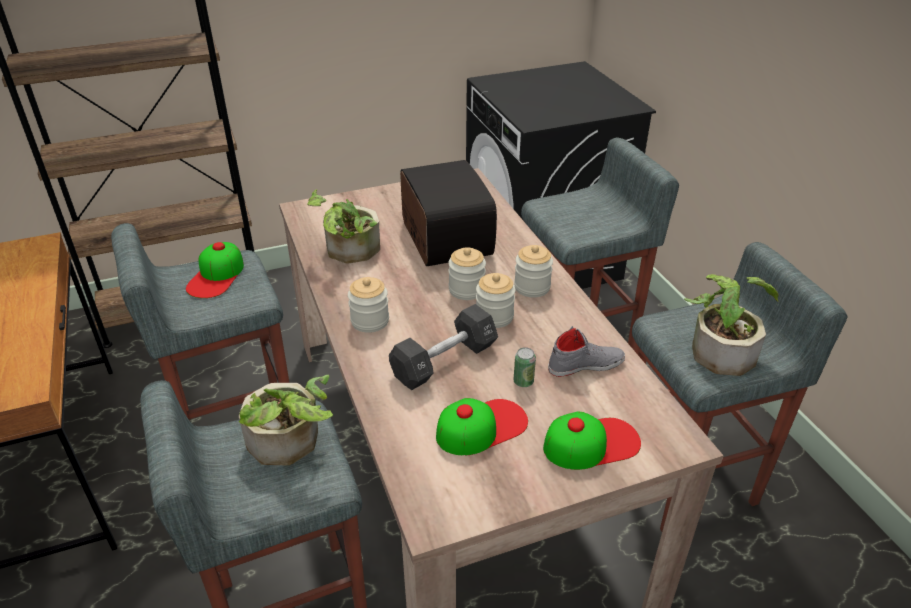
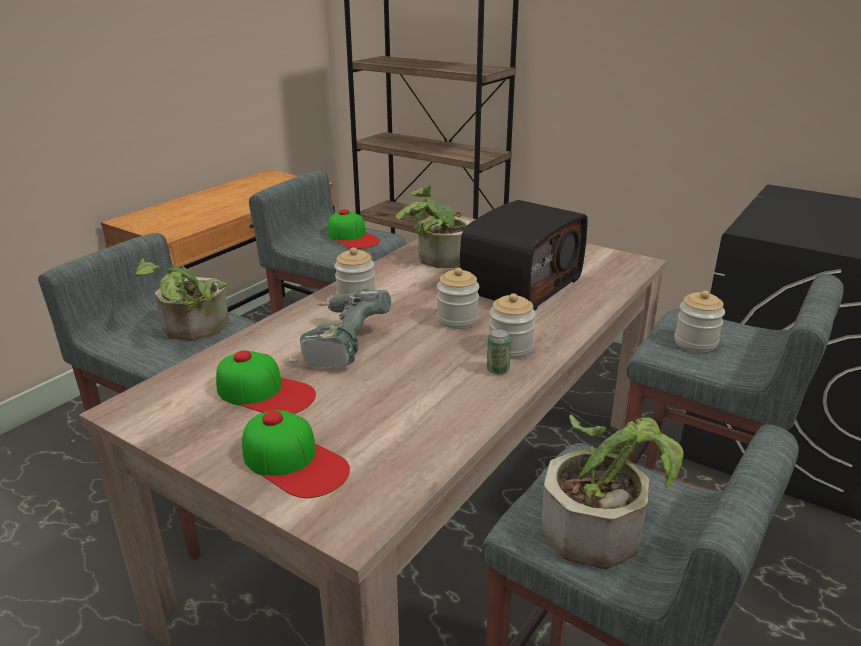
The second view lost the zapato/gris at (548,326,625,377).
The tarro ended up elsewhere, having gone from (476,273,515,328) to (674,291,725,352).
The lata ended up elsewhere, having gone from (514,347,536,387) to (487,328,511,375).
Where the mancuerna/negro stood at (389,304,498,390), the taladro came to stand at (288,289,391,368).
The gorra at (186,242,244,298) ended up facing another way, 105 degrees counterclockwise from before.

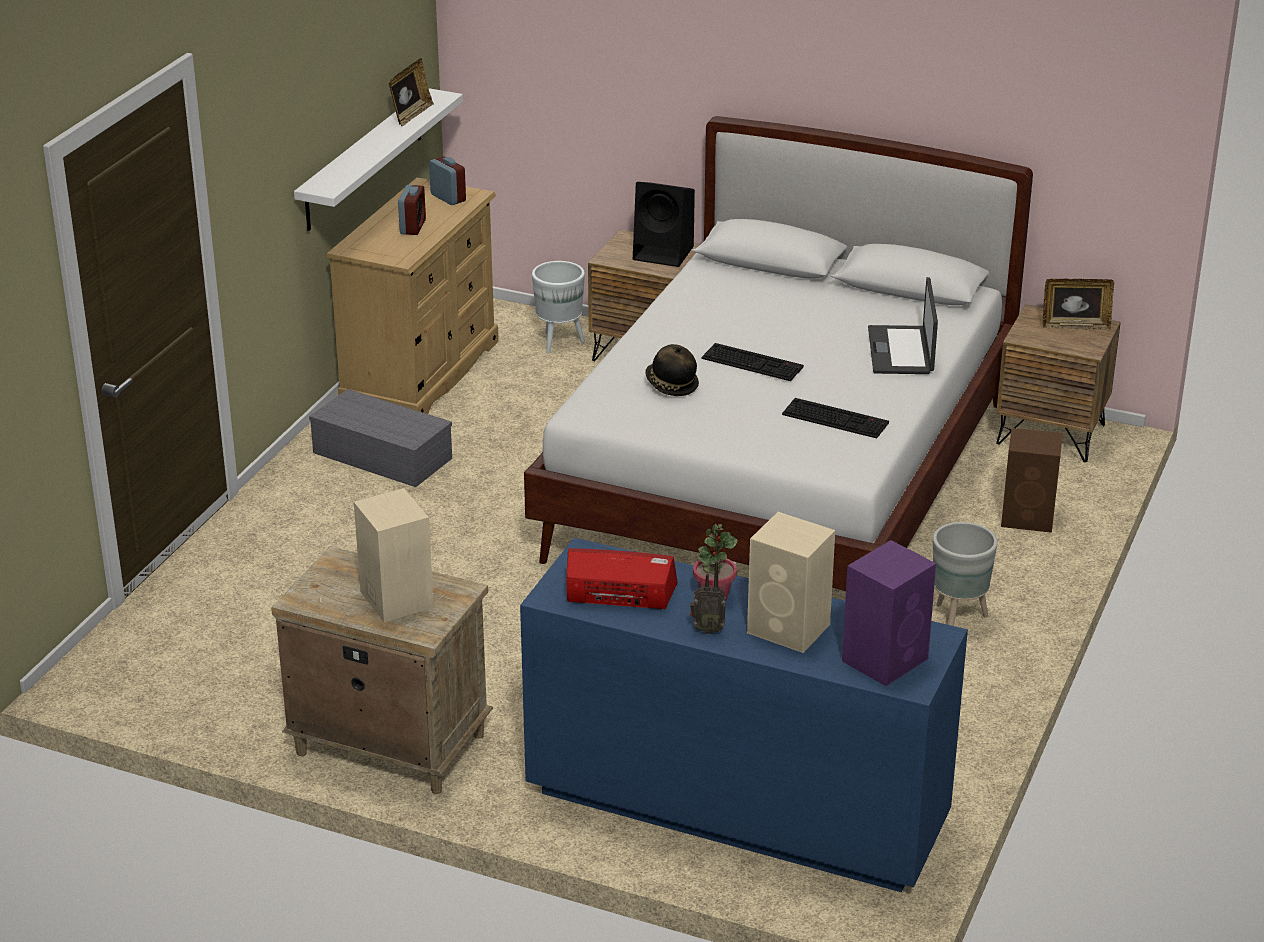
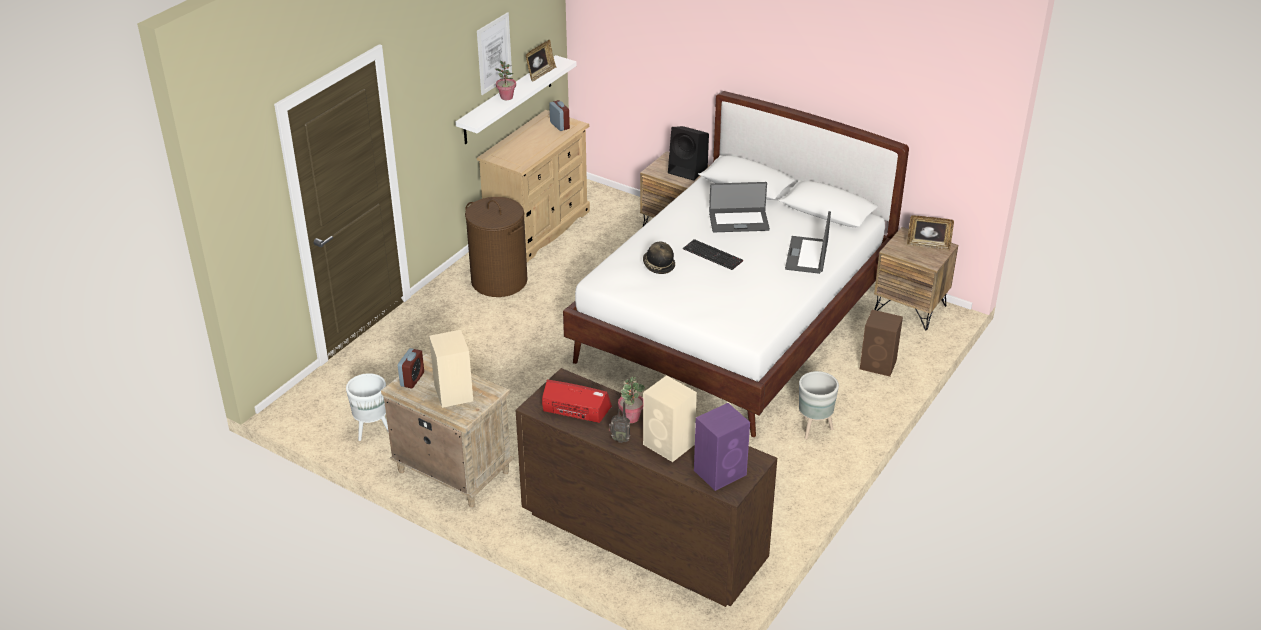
The second view lost the teclado at (782,398,889,439).
The second view gained the cuadro at (477,12,512,95).
The second view gained the planta en maceta at (495,61,516,100).
The second view gained the portátil at (709,182,770,232).
The despertador ended up elsewhere, having gone from (398,185,426,235) to (398,348,424,389).
The maceta/blanco ended up elsewhere, having gone from (532,261,585,354) to (346,373,389,441).
Where the caja de almacenaje/gris stood at (309,389,452,487), the cesto de la ropa/marrón came to stand at (465,197,527,297).
What was the cómoda/azul at (520,538,968,892) turned into the cómoda/marrón at (516,368,777,607).

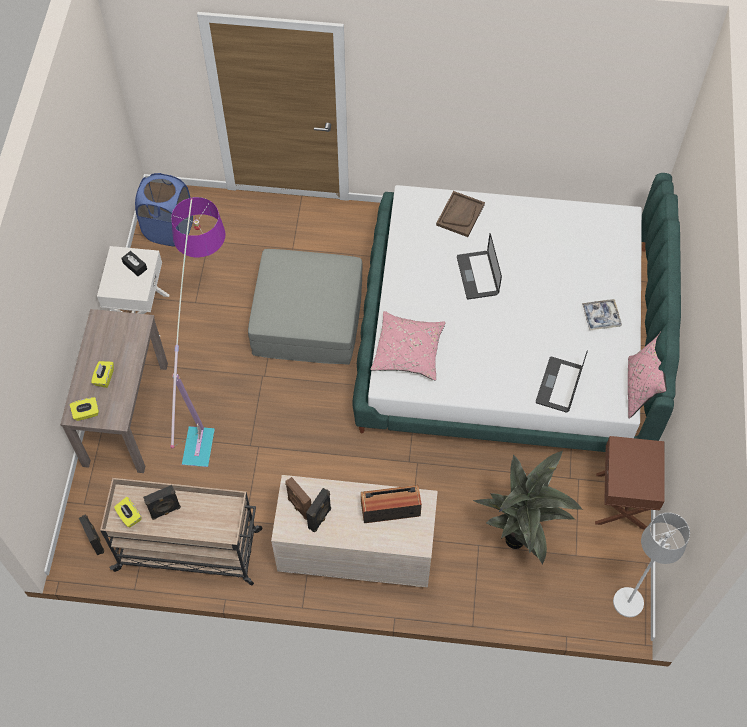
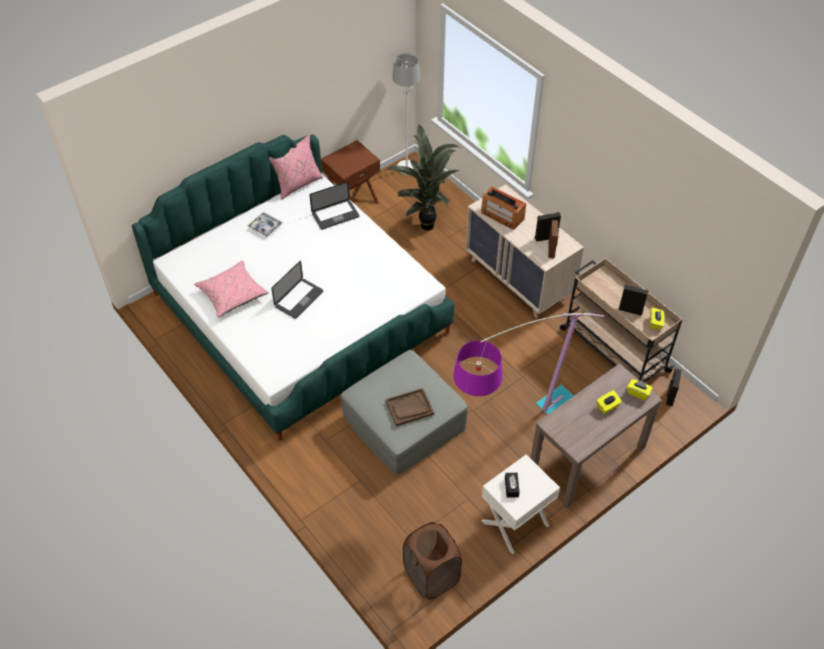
The cojín/rosa ended up elsewhere, having gone from (370,311,446,381) to (194,261,269,317).
The bandeja/marrón ended up elsewhere, having gone from (436,191,485,237) to (385,388,434,426).
What was the cesto de la ropa/azul at (135,173,193,247) turned into the cesto de la ropa/marrón at (403,522,462,599).

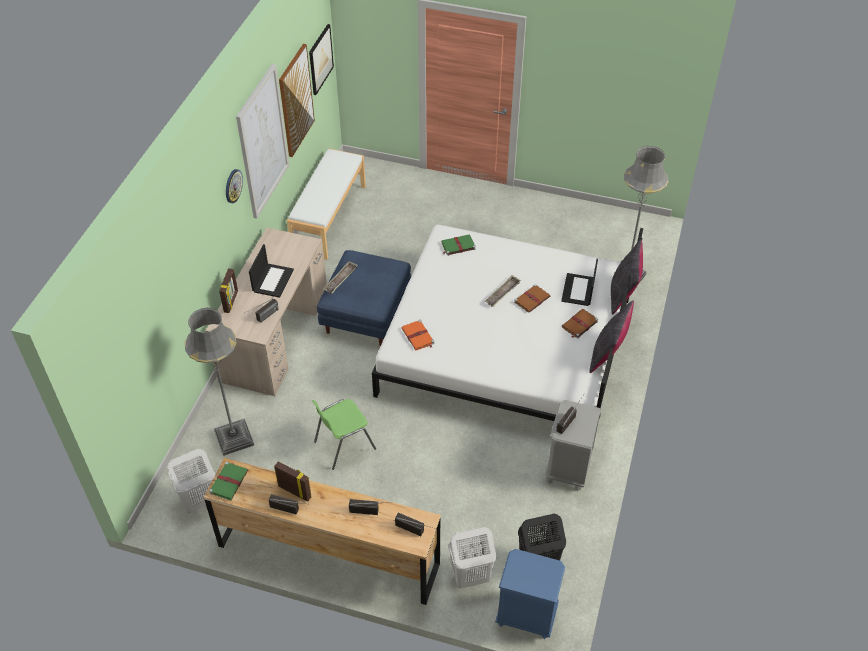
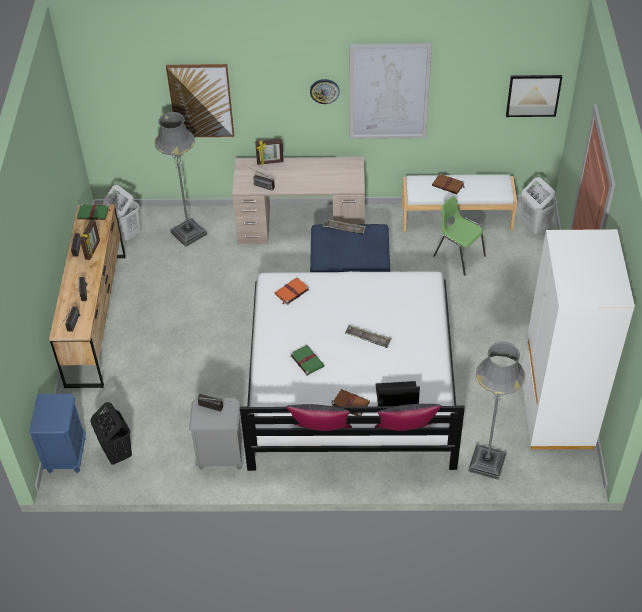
The second view lost the portátil at (249,244,294,298).
The second view gained the armario ropero/blanco at (522,229,635,449).
The cuadro ended up elsewhere, having gone from (279,44,315,157) to (166,64,234,137).
The silla/verde ended up elsewhere, having gone from (312,399,376,470) to (433,196,486,276).
The libro/verde ended up elsewhere, having gone from (441,234,476,256) to (290,345,325,376).
The cesto de la ropa/blanco ended up elsewhere, having gone from (448,527,496,589) to (521,177,557,234).
The libro/marrón ended up elsewhere, having gone from (514,284,550,313) to (432,173,464,194).

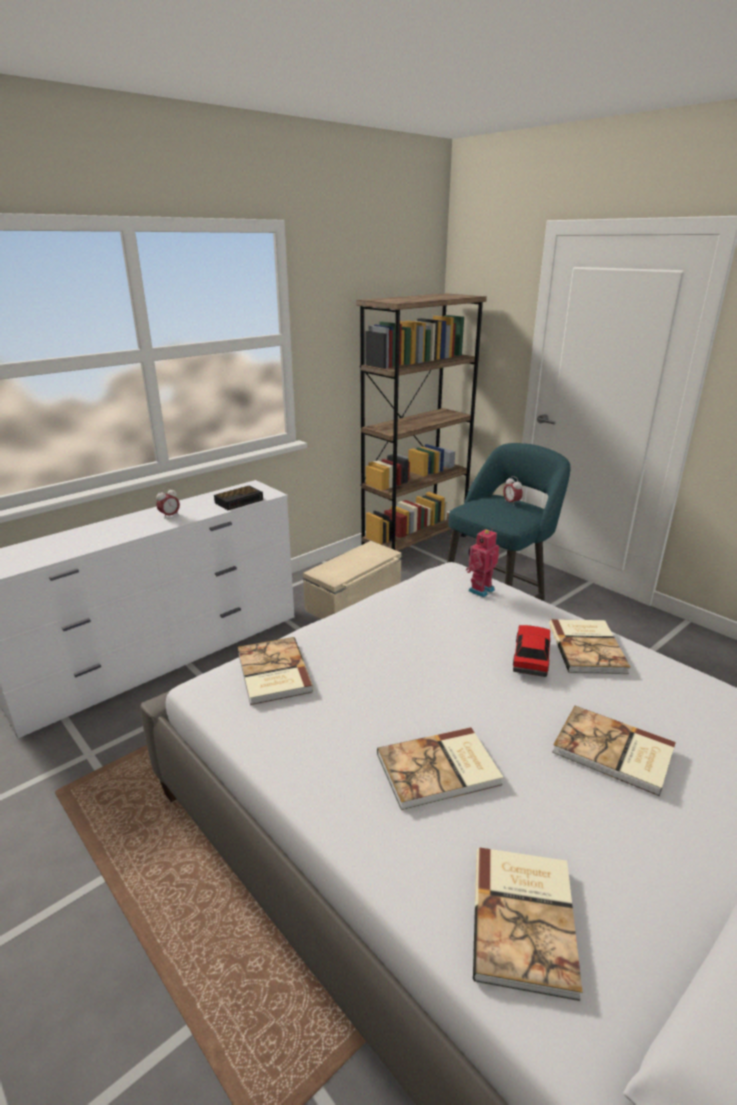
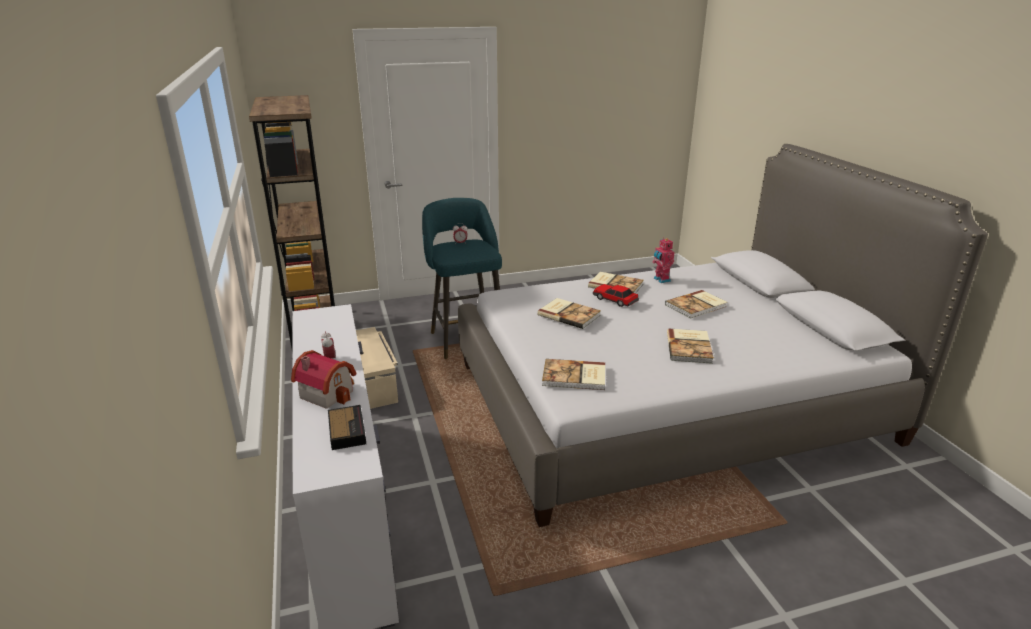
The second view gained the casita at (291,350,356,409).
The despertador ended up elsewhere, having gone from (214,486,263,510) to (328,405,366,450).
The robot de juguete ended up elsewhere, having gone from (466,528,499,598) to (652,237,674,283).
The libro ended up elsewhere, having gone from (473,848,583,1001) to (537,298,601,329).

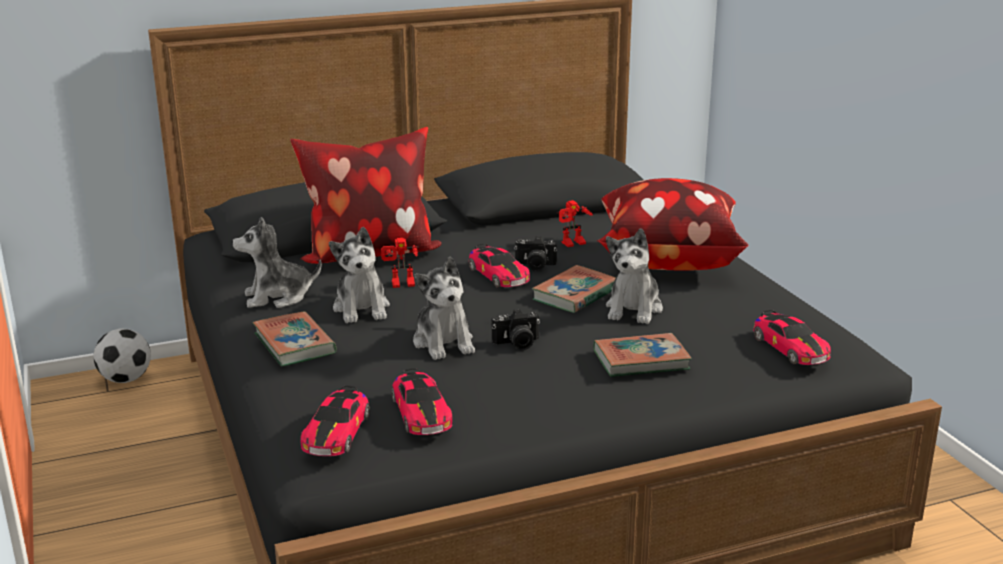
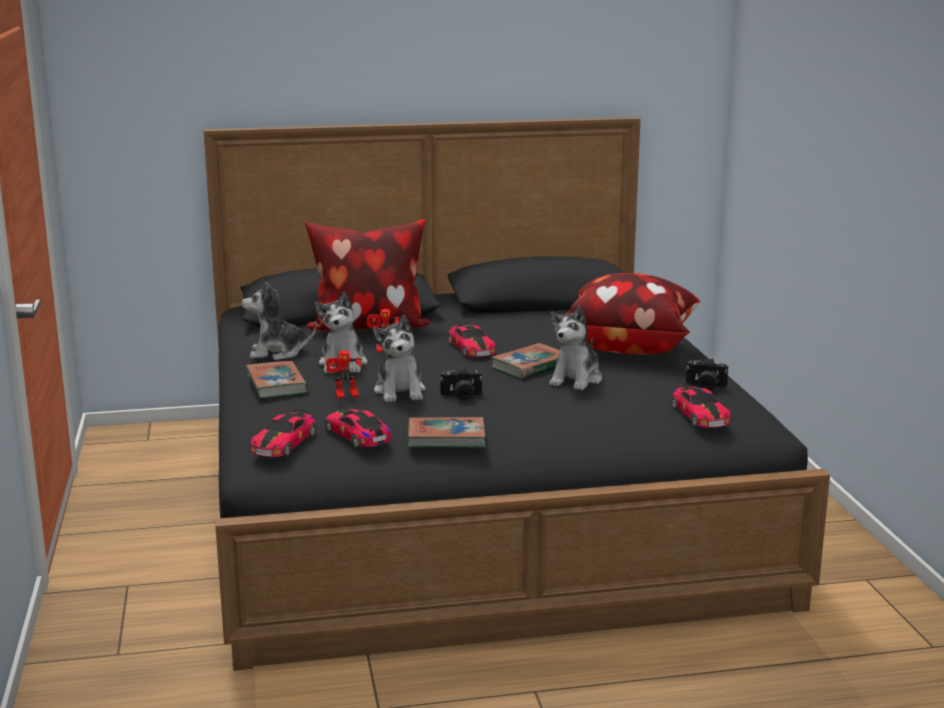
The second view lost the balón de fútbol at (94,329,151,383).
The cámara ended up elsewhere, having gone from (514,236,557,271) to (686,358,728,391).
The robot de juguete ended up elsewhere, having gone from (557,200,593,247) to (326,350,362,399).
The libro ended up elsewhere, having gone from (593,333,692,377) to (408,417,485,448).
The coche de juguete at (392,368,452,435) ended up facing another way, 150 degrees clockwise from before.

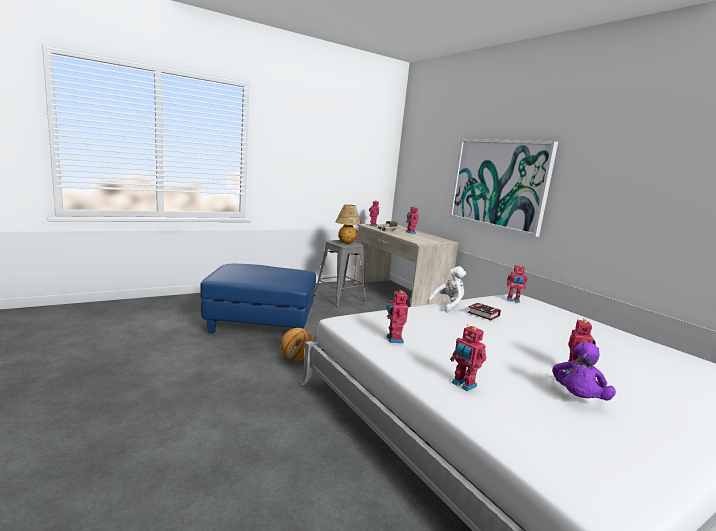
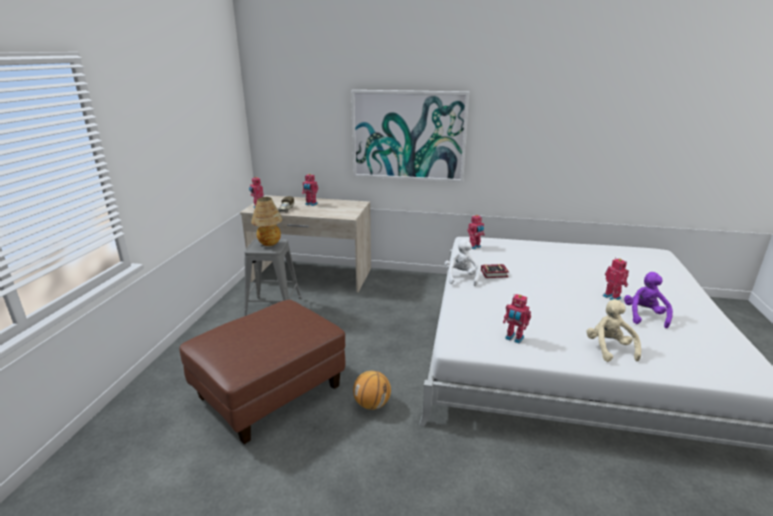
Where the robot de juguete stood at (450,324,486,391), the peluche/beis came to stand at (586,299,641,362).
What was the puf/azul at (200,264,316,334) turned into the puf/marrón at (179,300,345,444).
The peluche/morado at (553,342,616,400) ended up facing another way, 150 degrees counterclockwise from before.

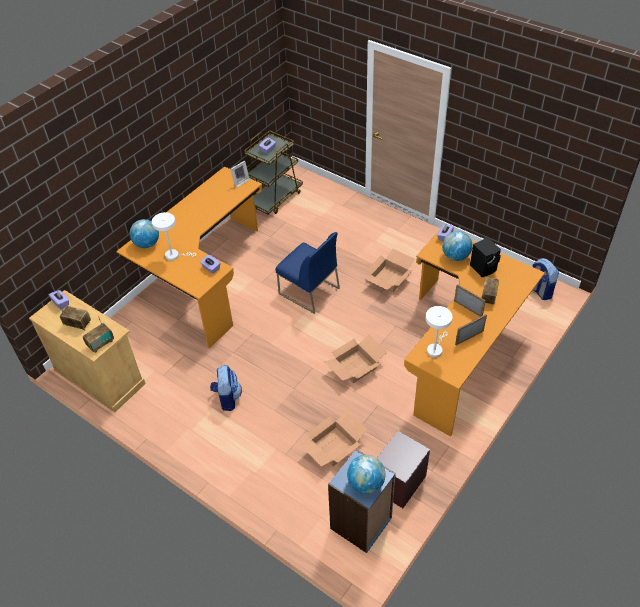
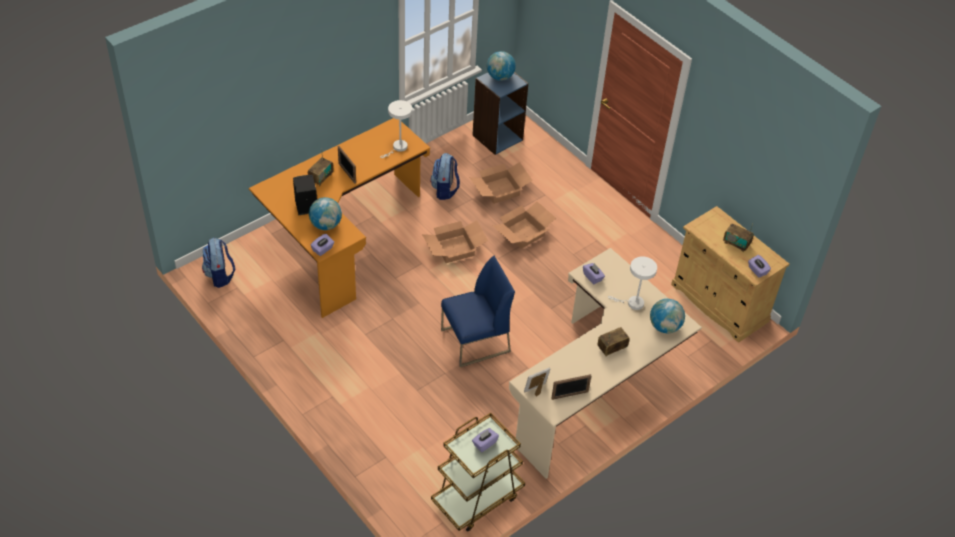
The second view lost the mesita de noche/marrón at (377,431,430,508).
The radio ended up elsewhere, having gone from (83,316,114,353) to (597,327,630,356).
The mochila ended up elsewhere, having gone from (210,365,242,411) to (430,153,460,200).
The caja de cartón ended up elsewhere, having gone from (364,249,415,292) to (493,201,556,249).
The portarretratos ended up elsewhere, having gone from (455,315,487,345) to (551,374,592,400).
What was the escritorio/naranja at (116,166,262,349) turned into the escritorio/beis at (509,248,702,479).
The silla/azul at (276,232,340,314) ended up facing another way, 105 degrees clockwise from before.

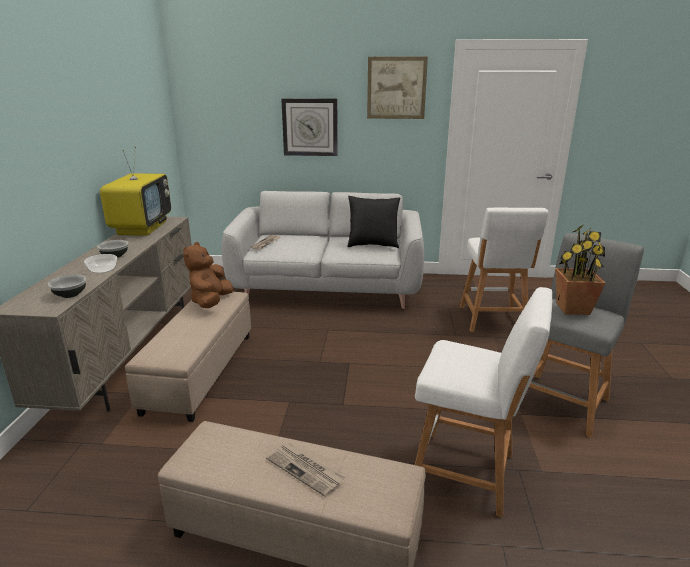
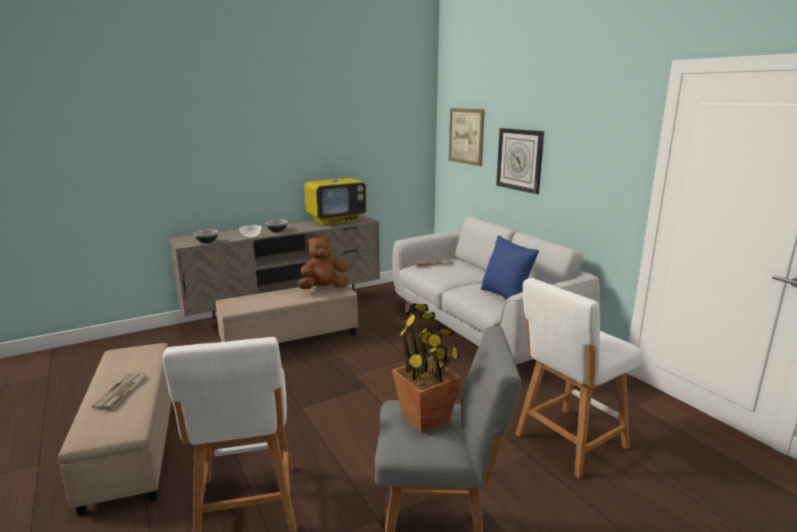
The cuadro ended up elsewhere, having gone from (367,57,428,119) to (449,108,485,166).
What was the cojín/negro at (347,196,401,248) turned into the cojín/azul at (481,235,539,299).

